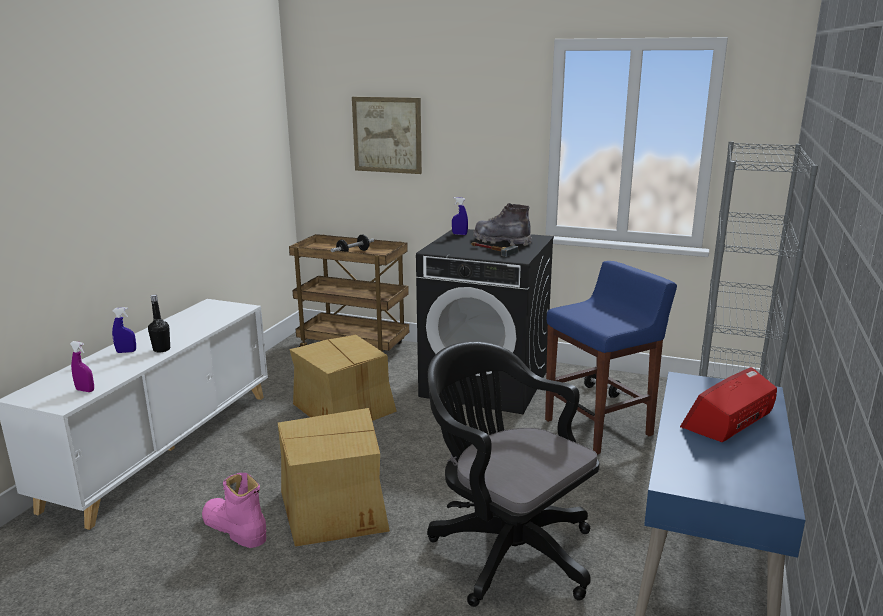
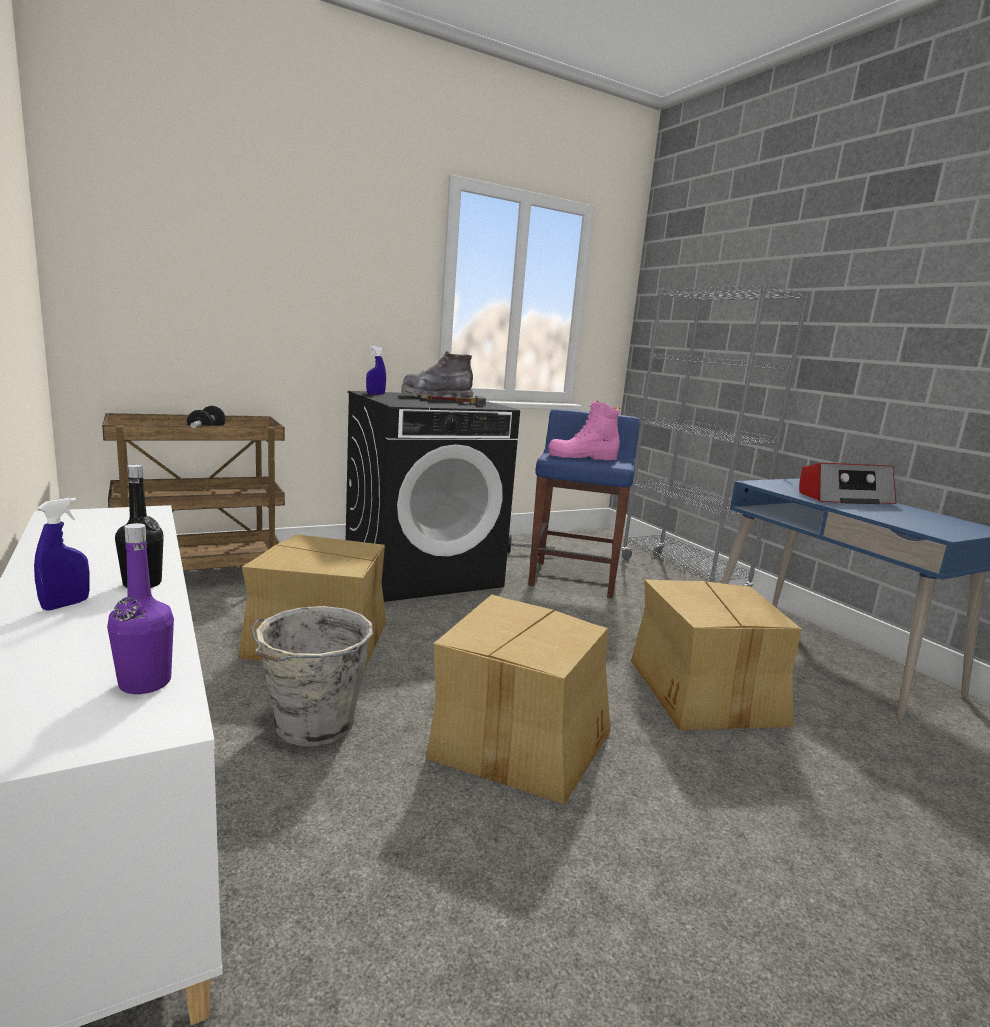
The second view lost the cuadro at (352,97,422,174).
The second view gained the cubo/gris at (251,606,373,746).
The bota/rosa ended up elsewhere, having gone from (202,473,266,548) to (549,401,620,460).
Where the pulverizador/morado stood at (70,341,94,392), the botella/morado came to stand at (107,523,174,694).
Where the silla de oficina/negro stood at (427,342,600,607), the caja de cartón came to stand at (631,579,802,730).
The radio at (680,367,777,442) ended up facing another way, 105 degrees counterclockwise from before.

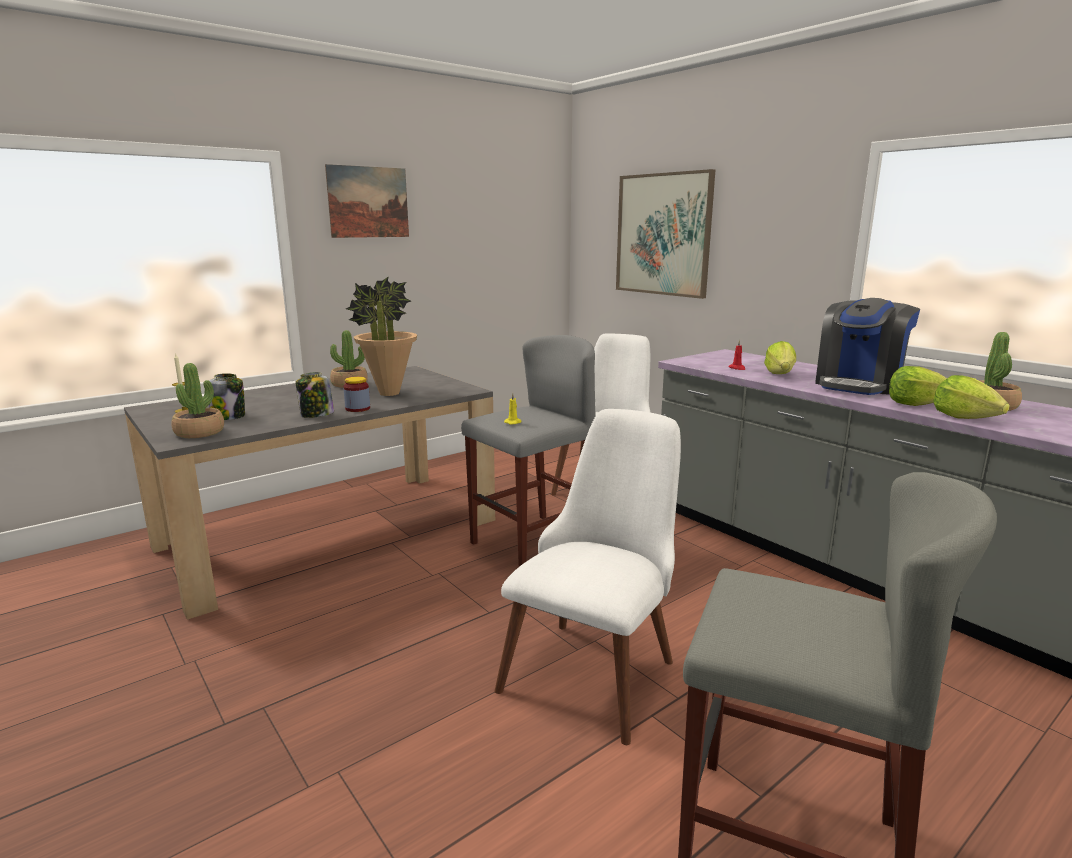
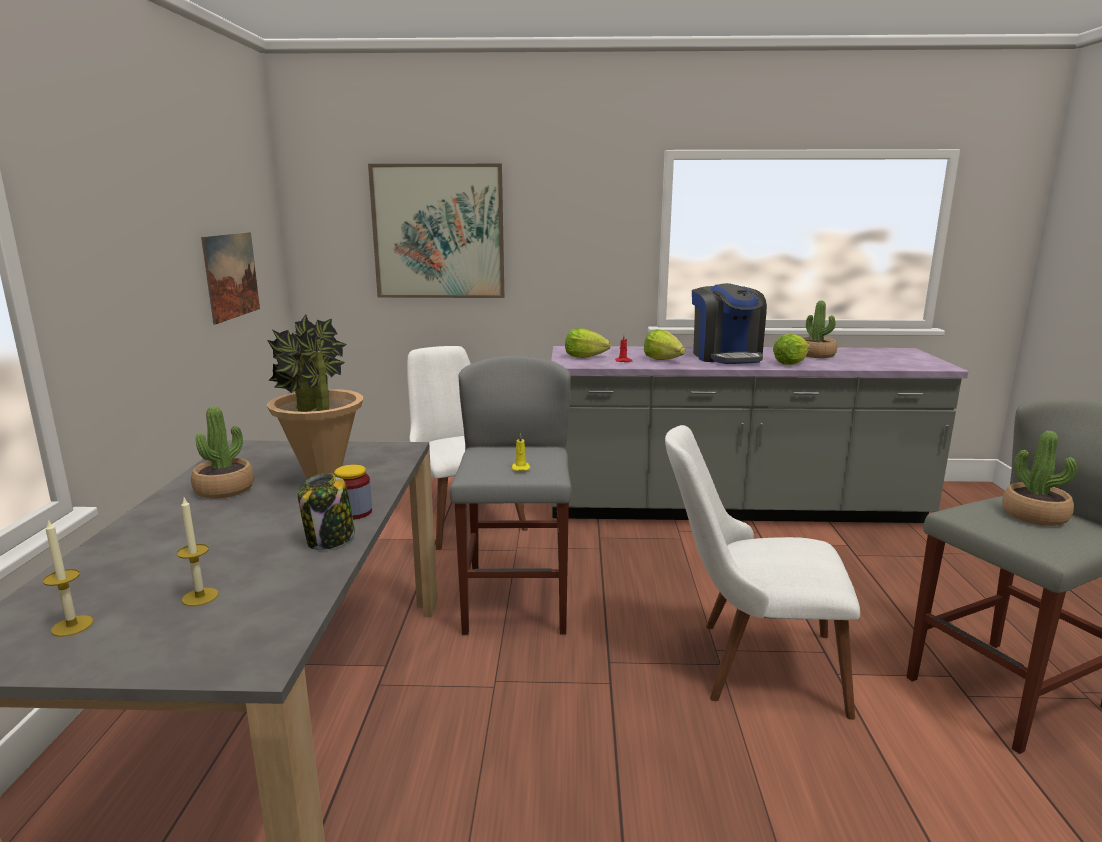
The planta en maceta ended up elsewhere, having gone from (171,363,224,438) to (1002,431,1077,526).
The cuadro ended up elsewhere, having gone from (325,164,409,238) to (201,232,260,325).
The lechuga ended up elsewhere, having gone from (933,375,1010,419) to (565,328,611,358).
Where the tarro stood at (209,373,245,420), the vela came to stand at (177,498,219,606).
The silla/blanco at (495,409,681,745) ended up facing another way, 60 degrees counterclockwise from before.

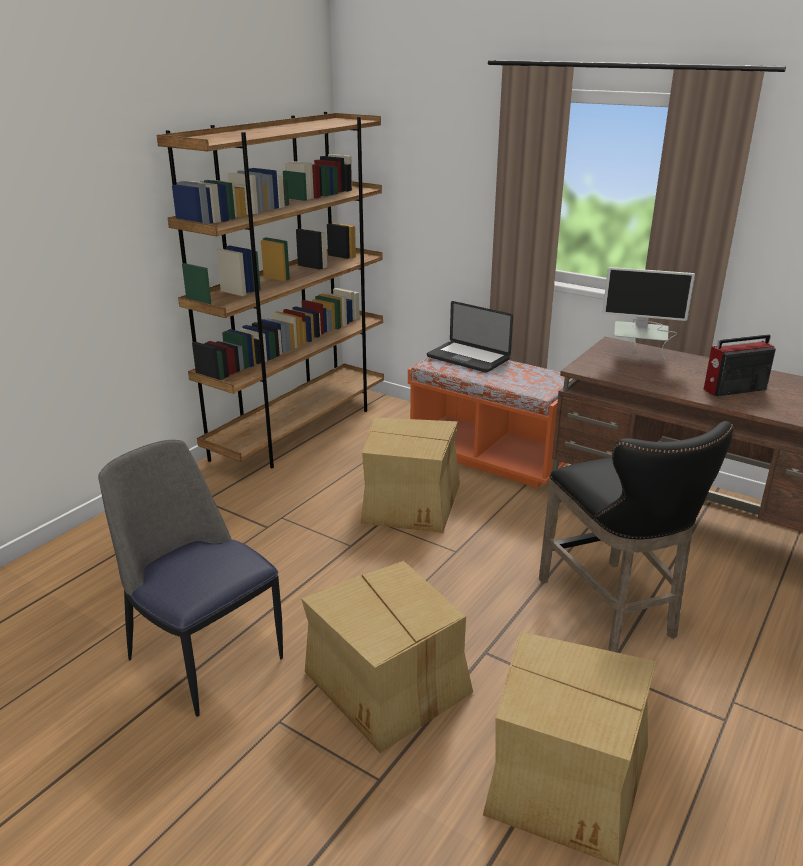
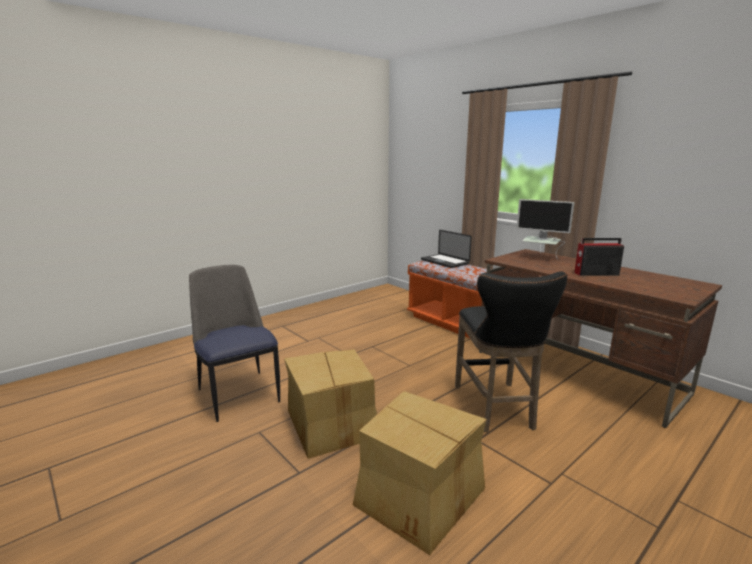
The second view lost the estantería/marrón at (157,112,384,468).
The second view lost the caja de cartón at (360,417,460,533).

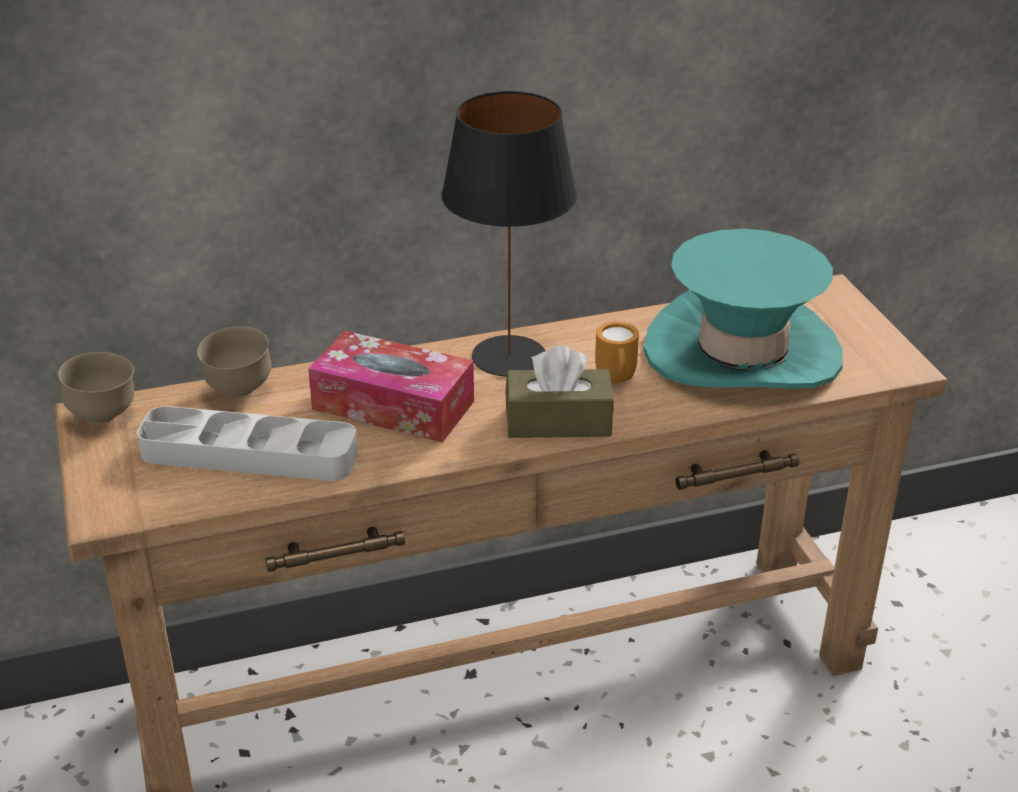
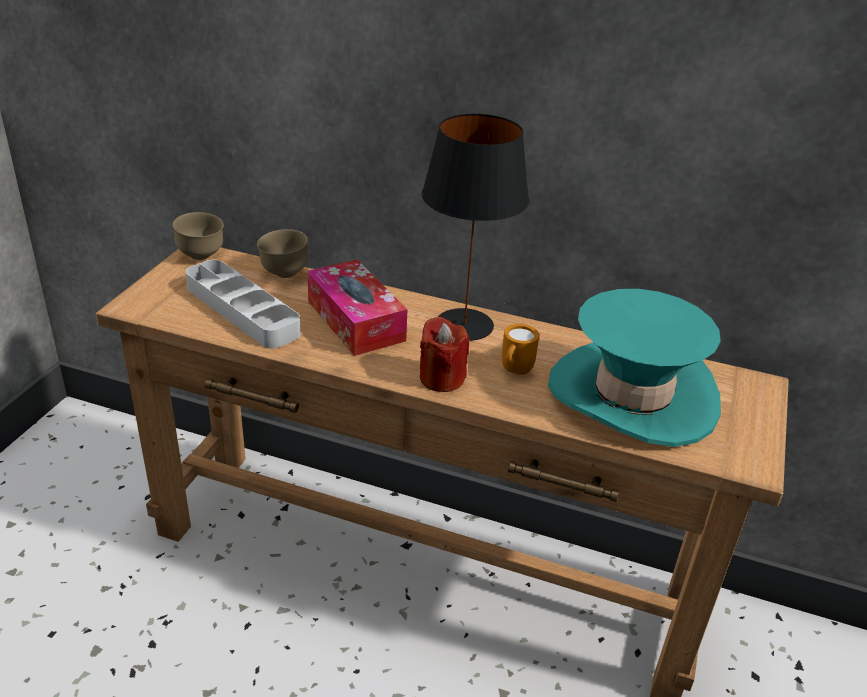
Where the caja de pañuelos/marrón stood at (506,345,614,438), the vela/rojo came to stand at (420,316,469,392).

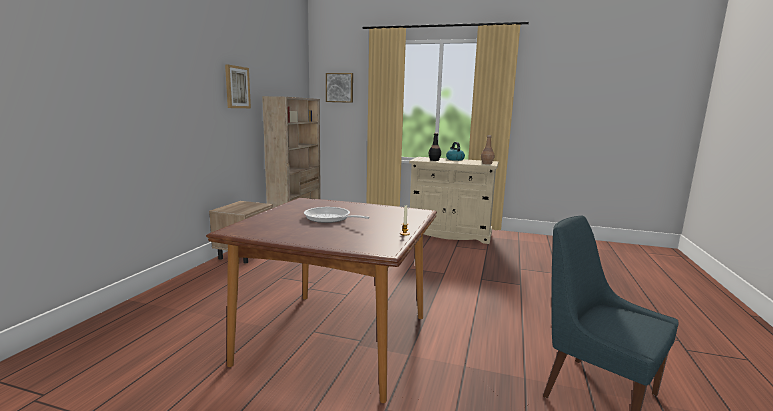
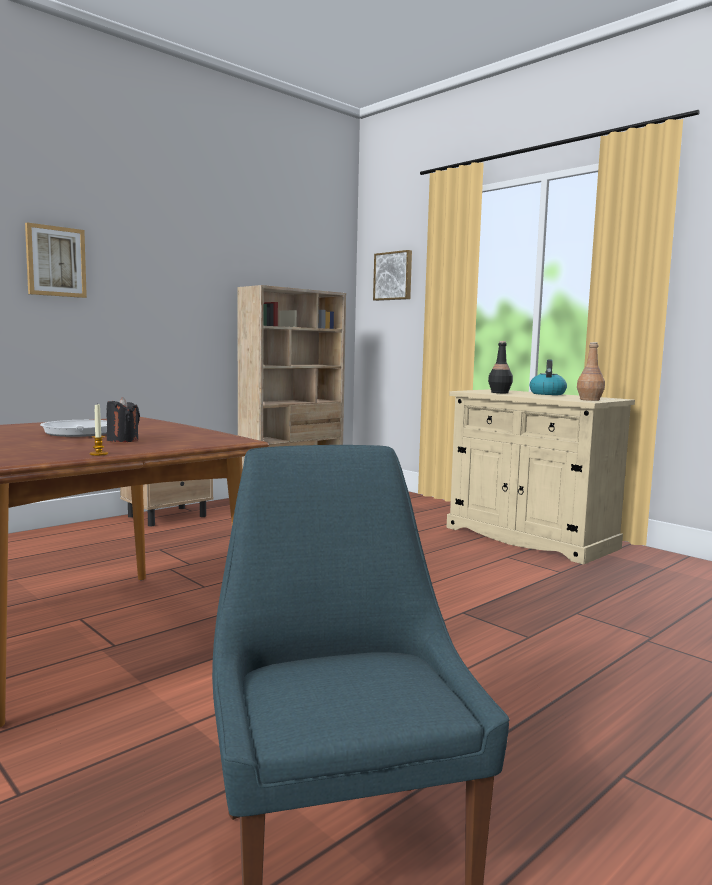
The second view gained the vela/negro at (107,397,140,442).
The cuadro ended up elsewhere, having gone from (225,65,251,108) to (25,222,87,298).

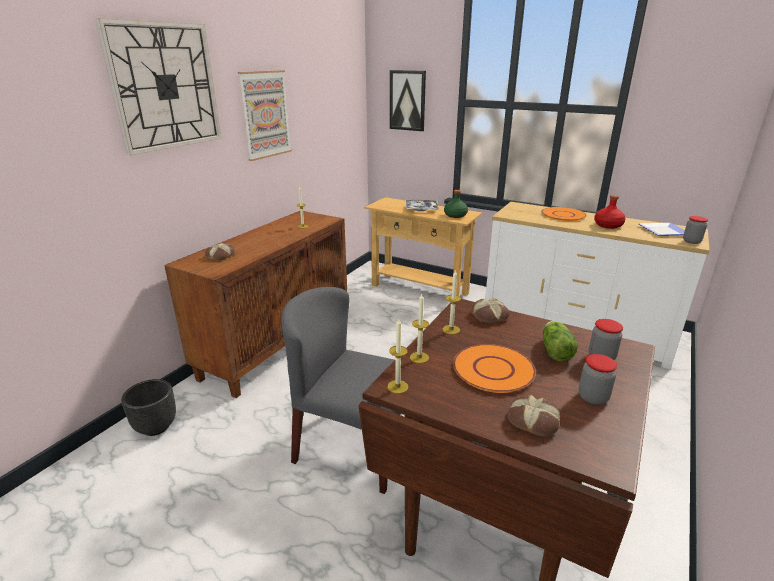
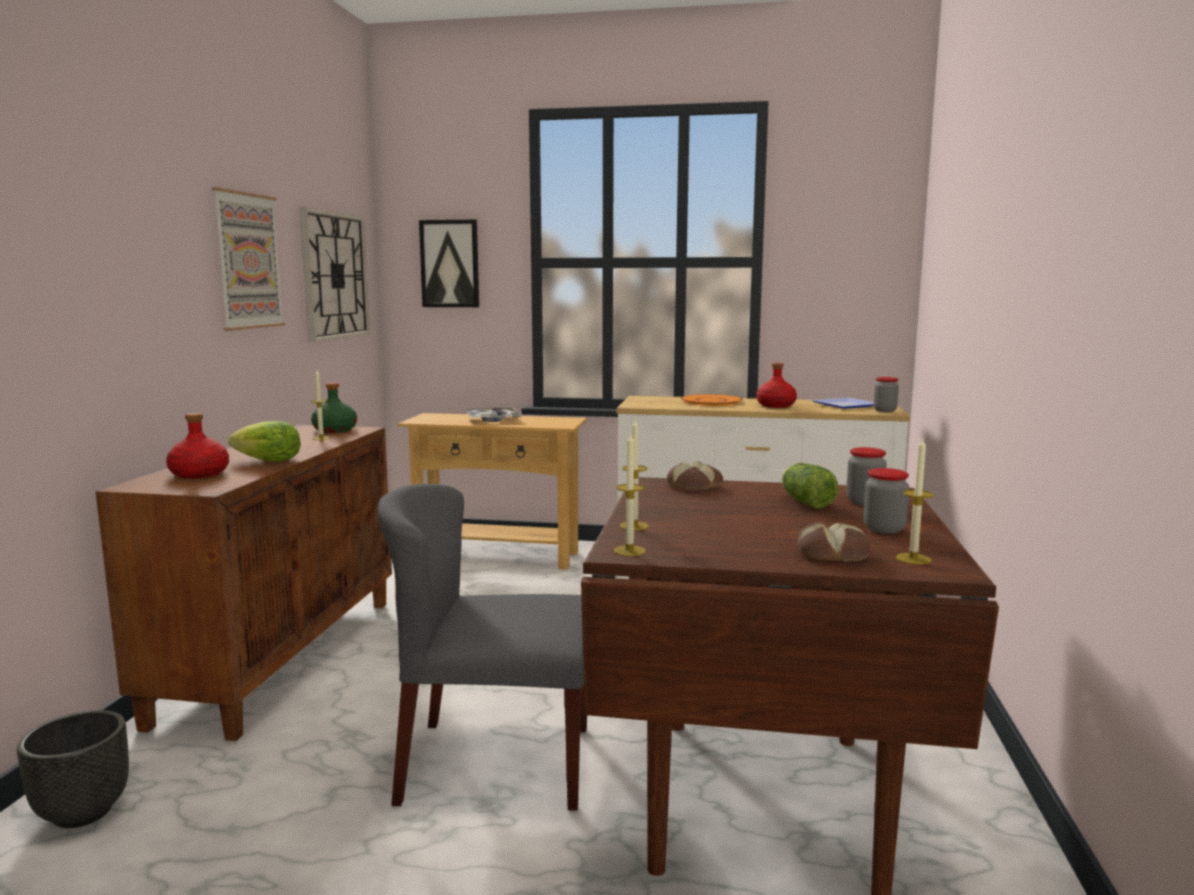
The second view lost the plato/naranja at (453,344,536,393).
The second view gained the lechuga at (228,421,301,462).
The reloj de pared ended up elsewhere, having gone from (95,18,222,155) to (300,207,370,343).
The vela ended up elsewhere, having gone from (443,270,461,334) to (896,438,934,565).
The botella/verde ended up elsewhere, having gone from (444,190,468,218) to (311,383,357,433).
Where the pan stood at (205,243,235,261), the botella/rojo came to stand at (166,413,229,479).

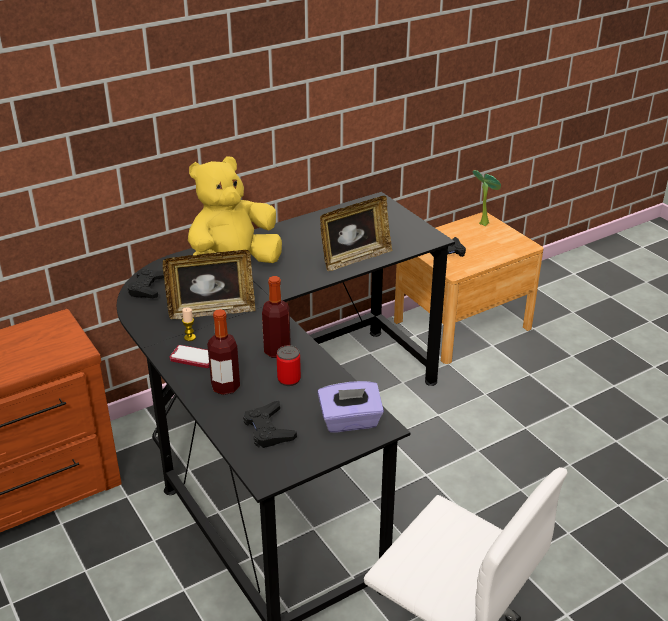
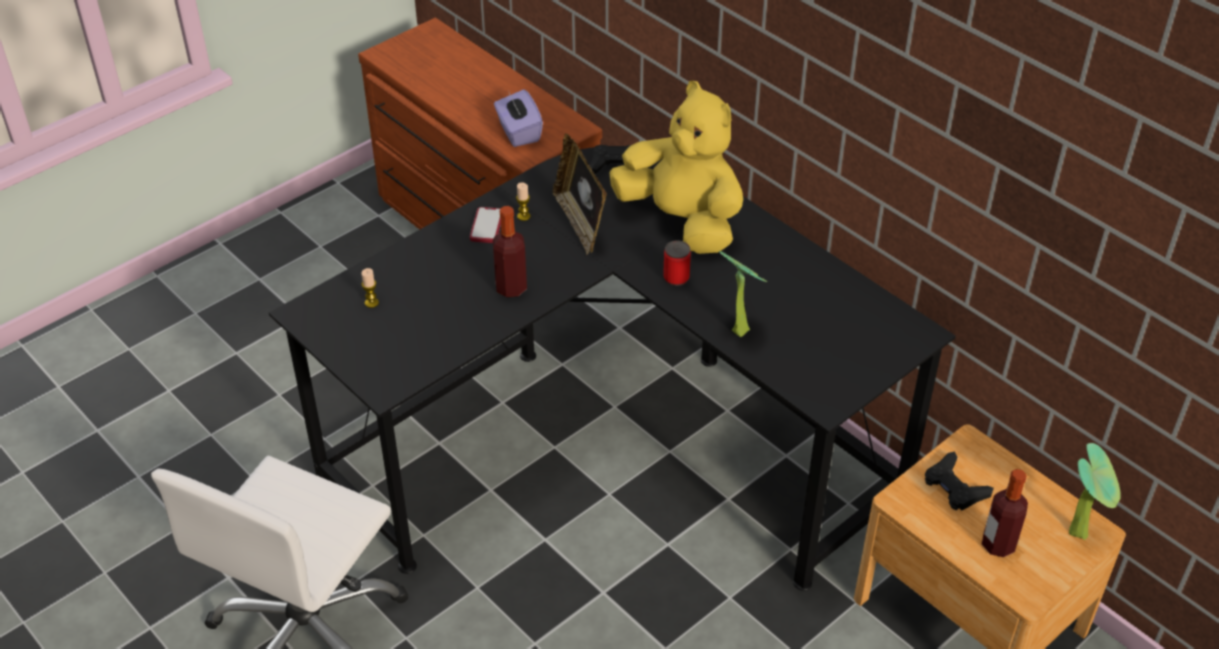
The botella ended up elsewhere, having gone from (207,309,240,395) to (982,469,1028,557).
The lata ended up elsewhere, having gone from (276,345,301,386) to (663,240,691,286).
The caja de pañuelos/morado ended up elsewhere, having gone from (317,381,384,433) to (494,89,543,147).
Where the mando de consola/negro stood at (243,401,297,448), the vela came to stand at (361,268,379,308).
Where the portarretratos stood at (320,196,393,271), the planta en maceta came to stand at (719,251,767,337).

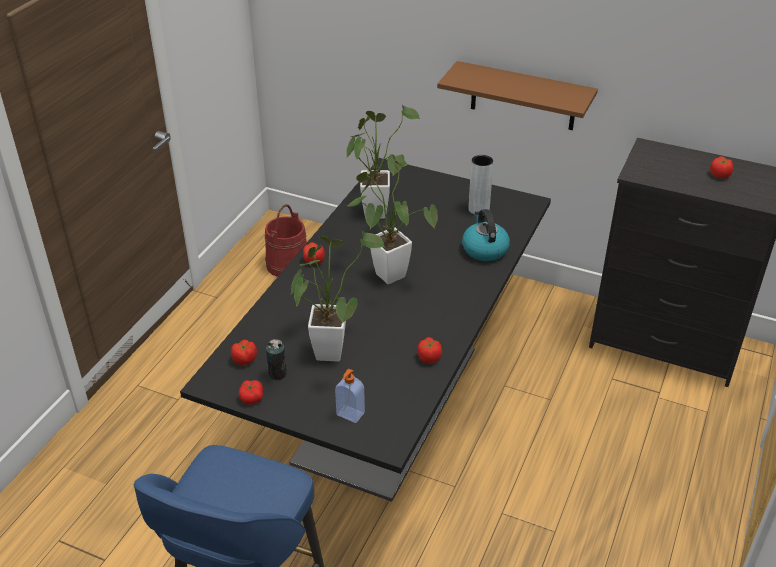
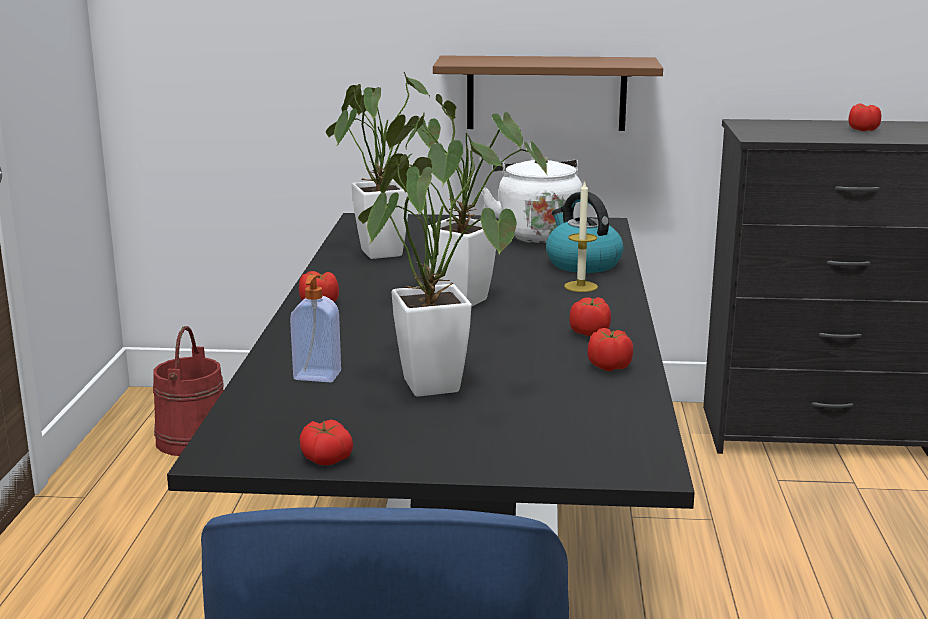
The second view lost the lata at (266,339,287,380).
The second view gained the vela at (564,182,598,292).
The tomate ended up elsewhere, having gone from (231,340,257,365) to (570,297,611,336).
The dispensador de jabón ended up elsewhere, having gone from (335,369,365,423) to (290,275,341,382).
Where the florero/gris stood at (468,155,494,215), the hervidor/blanco came to stand at (482,157,582,244).

